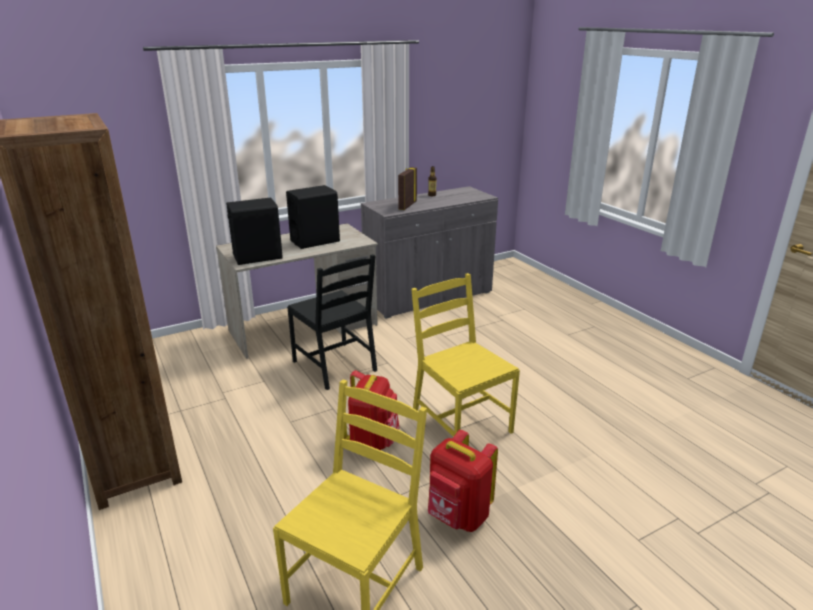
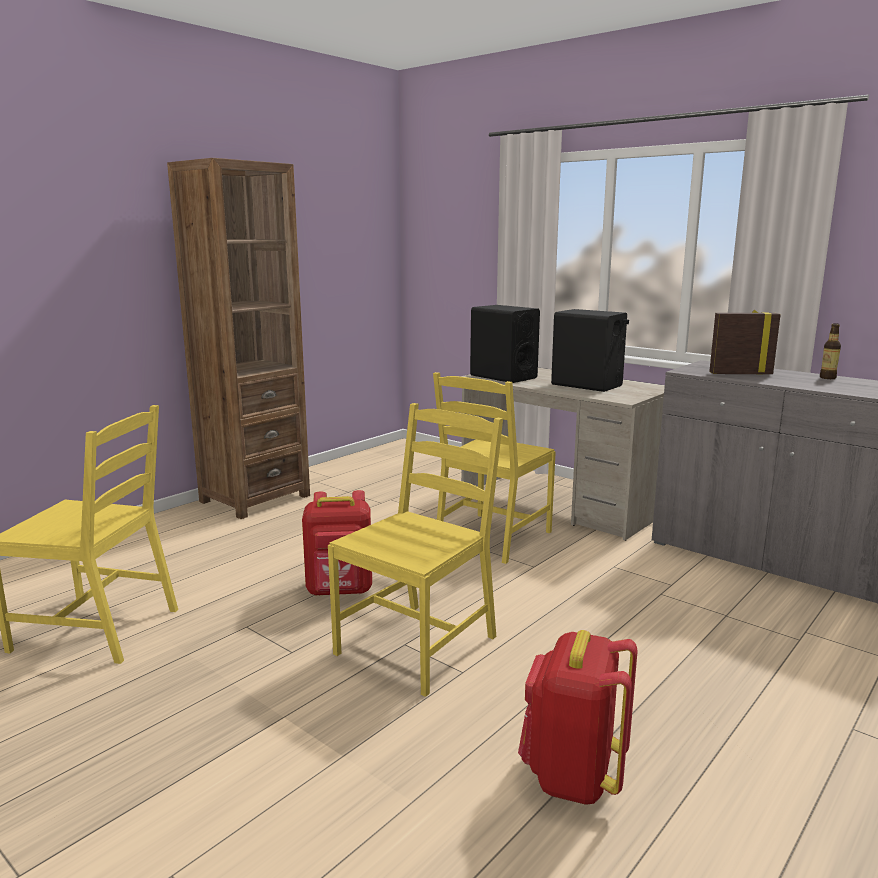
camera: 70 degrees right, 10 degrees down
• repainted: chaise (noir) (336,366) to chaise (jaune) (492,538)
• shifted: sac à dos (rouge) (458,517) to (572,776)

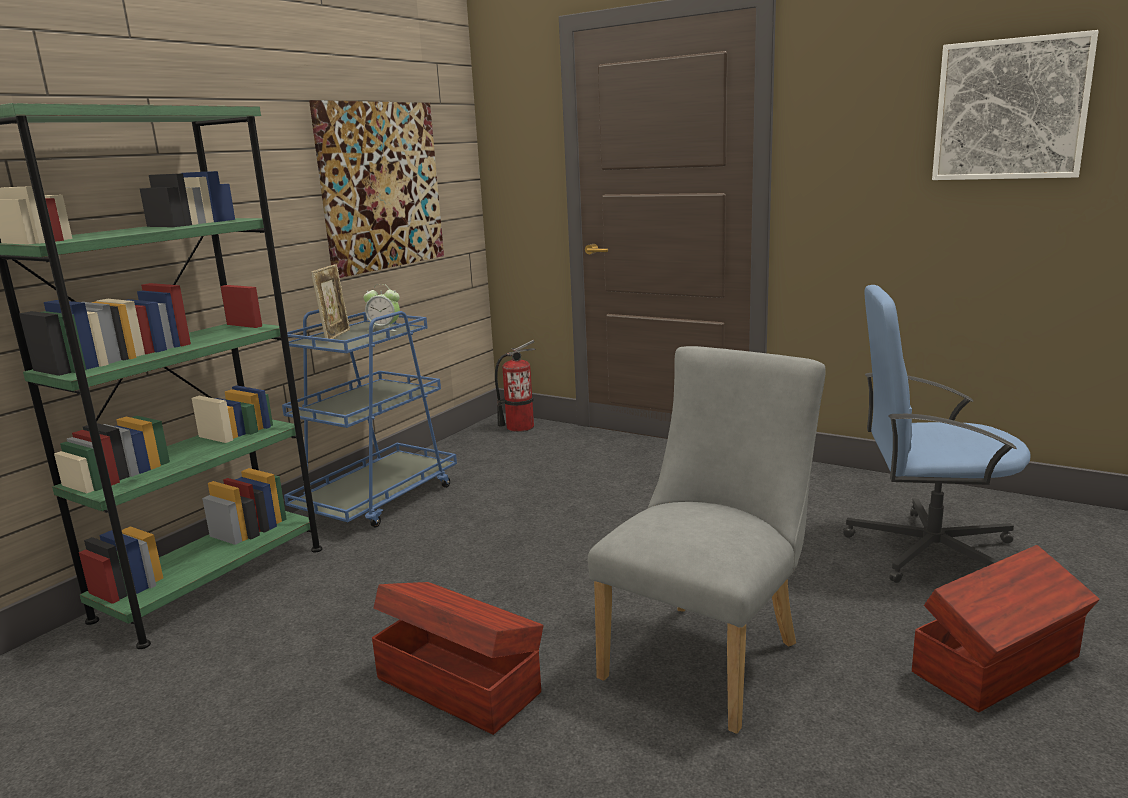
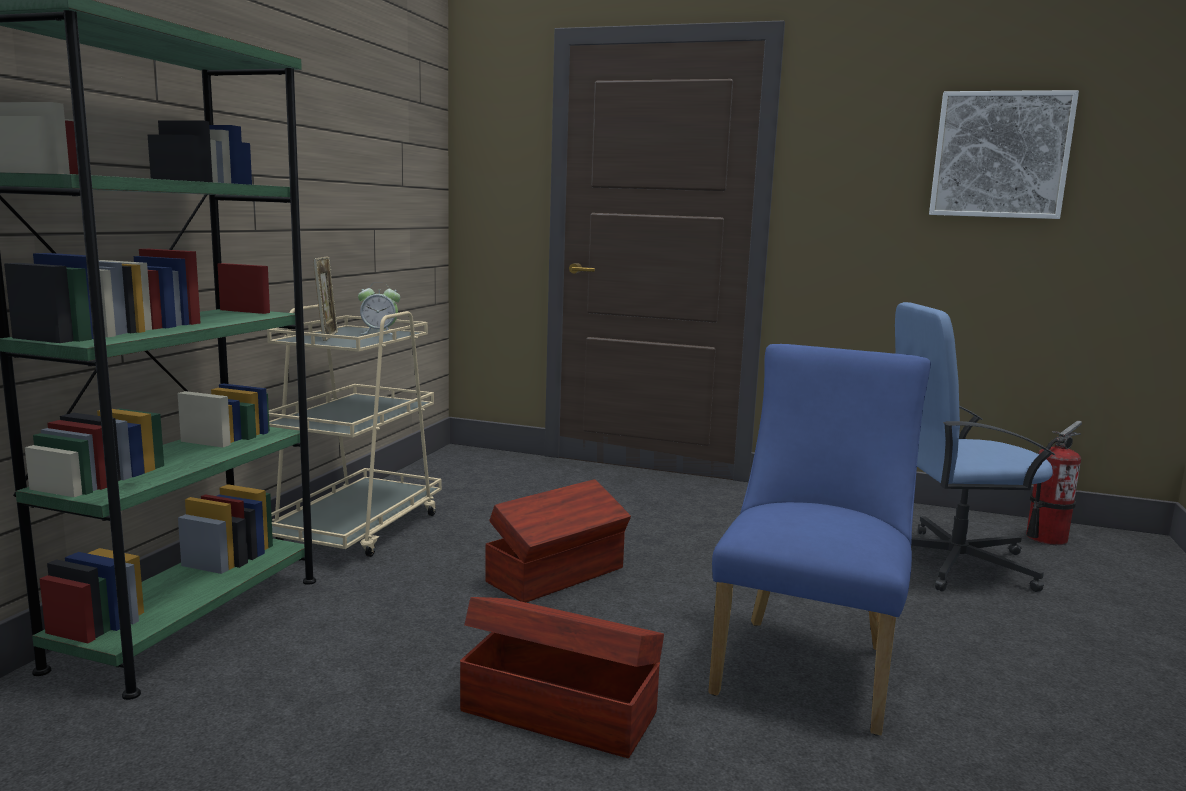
camera: 15 degrees left, 5 degrees down
• repainted: chariot (bleu) (378,499) to chariot (beige) (357,528)
• shifted: boîte de rangement (marron) (999,665) to (558,575)
• repainted: chaise (gris) (709,654) to chaise (bleu) (808,664)
• shifted: extincteur (519,427) to (1045,538)
• gone: tableau (381,186)

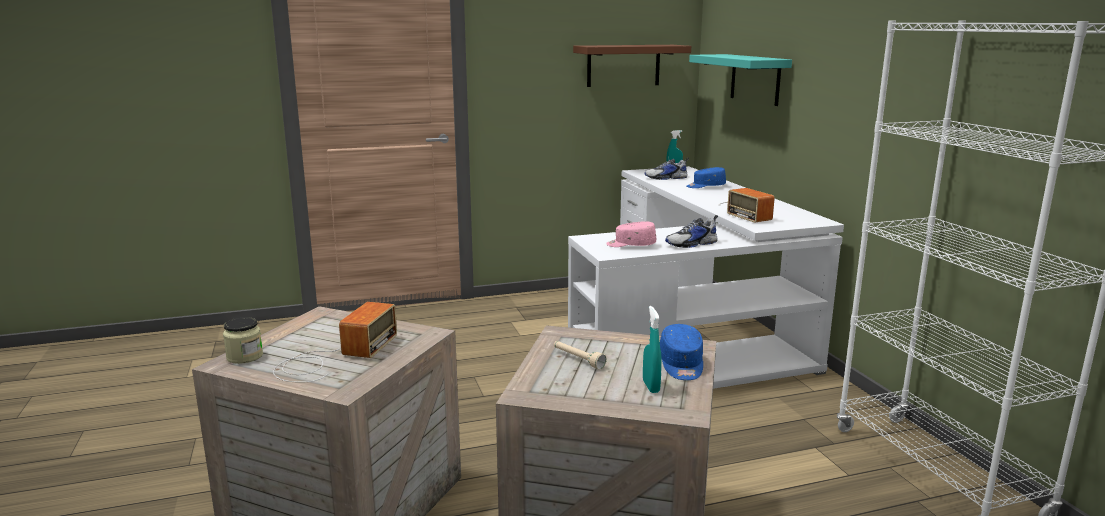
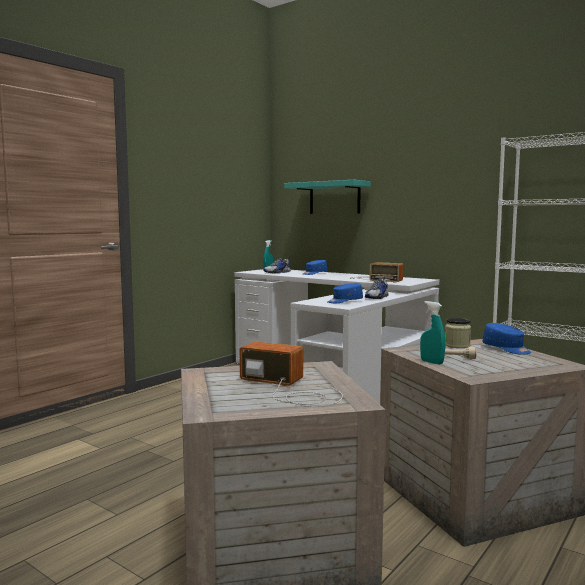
camera: 35 degrees left, 10 degrees down
• rotated: radio (333,357) = (290,389) 45 degrees counterclockwise
• repainted: casquette (rose) (631,245) to casquette (bleu) (344,301)
• shifted: vaporisateur (turquoise) (651,387) to (432,362)
• shifted: bocal (244,356) to (457,345)
• gone: étagère (marron) (623,65)

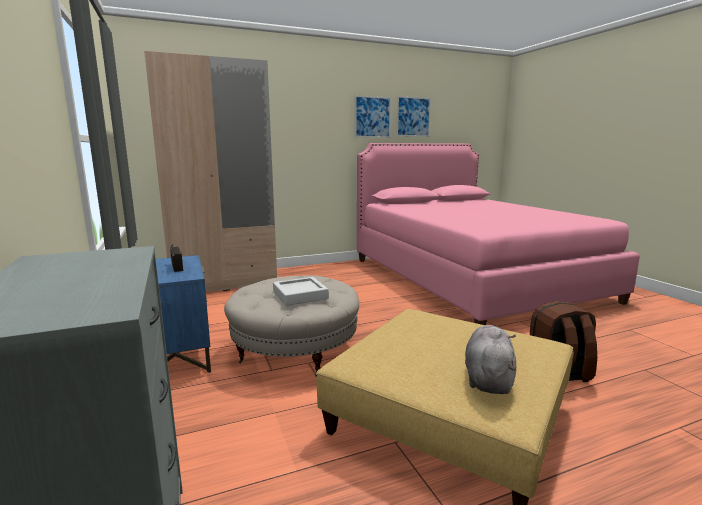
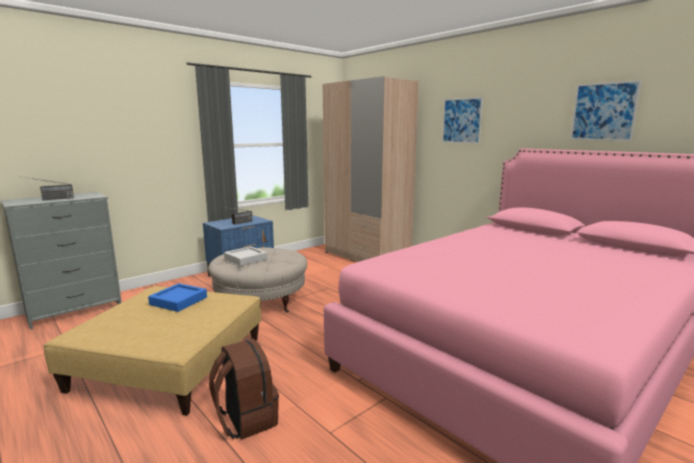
camera: 70 degrees right, 0 degrees up
• new: radio (49,199)
• new: plateau (bleu) (178,301)
• shifted: tableau (372,117) to (461,120)
• gone: peluche (gris) (488,378)

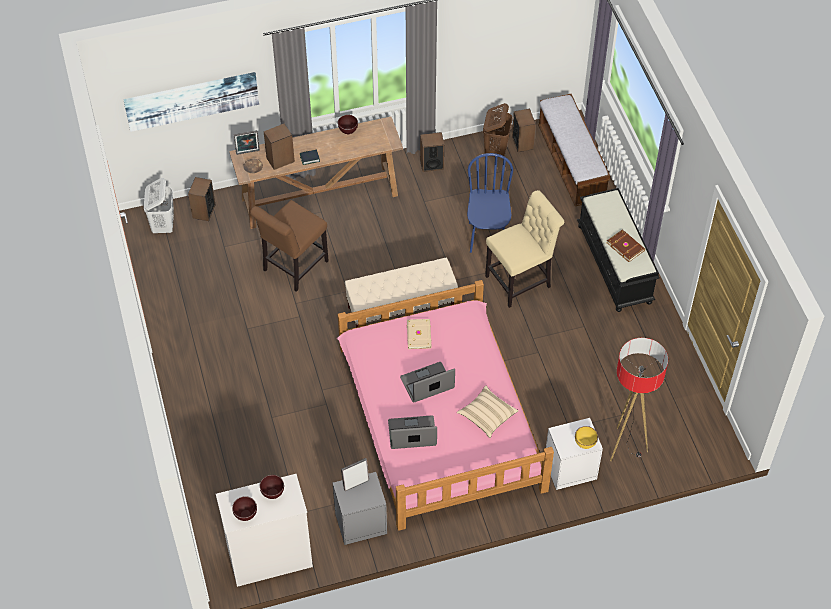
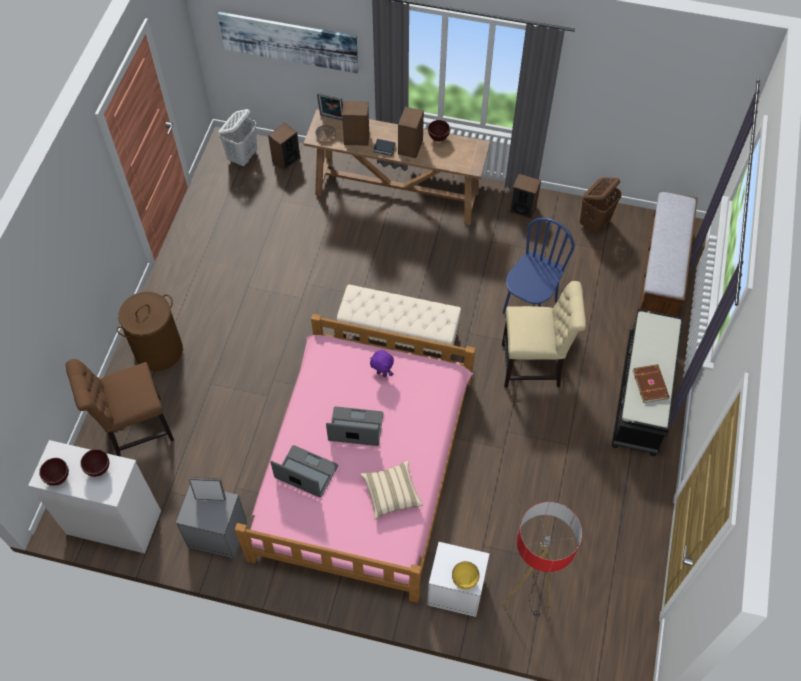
camera: 30 degrees right, 5 degrees up
• shifted: chaise (marron) (293,267) to (135,429)
• new: panier à linge (marron) (158,350)
• swapped: livre (beige) (419,335) to peluche (violet) (382,373)
• shifted: enceinte (522,142) to (410,147)

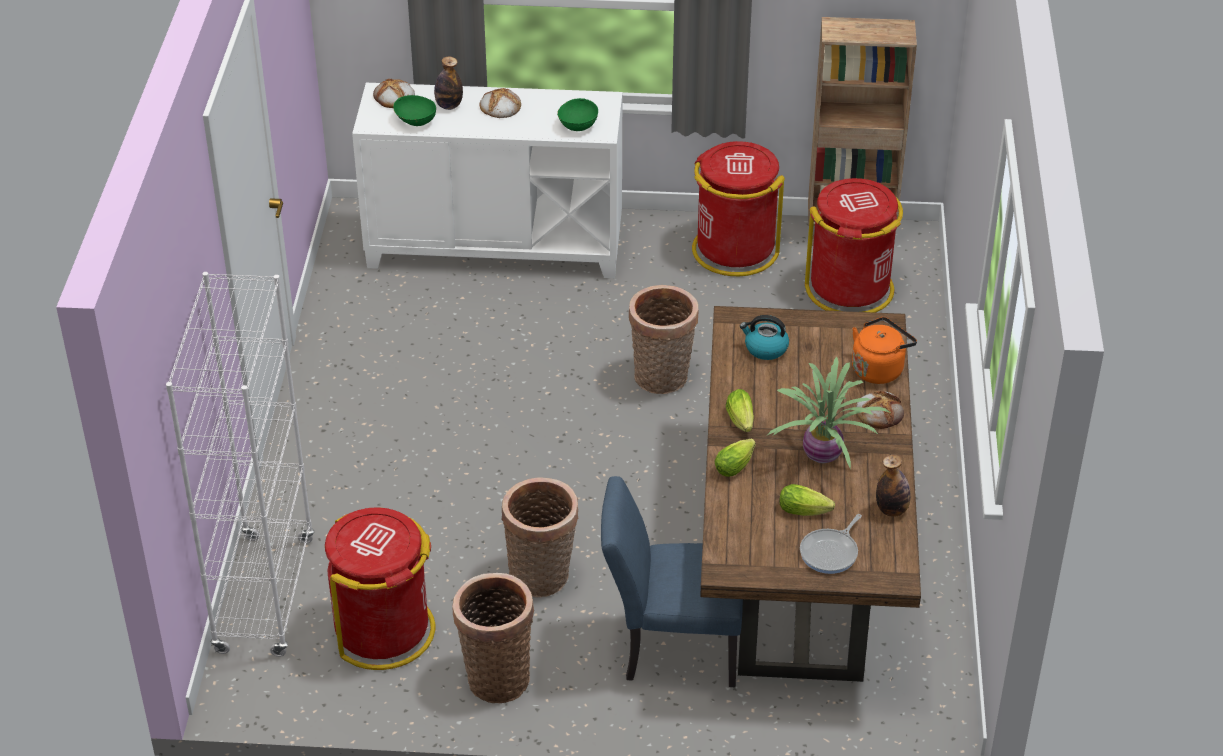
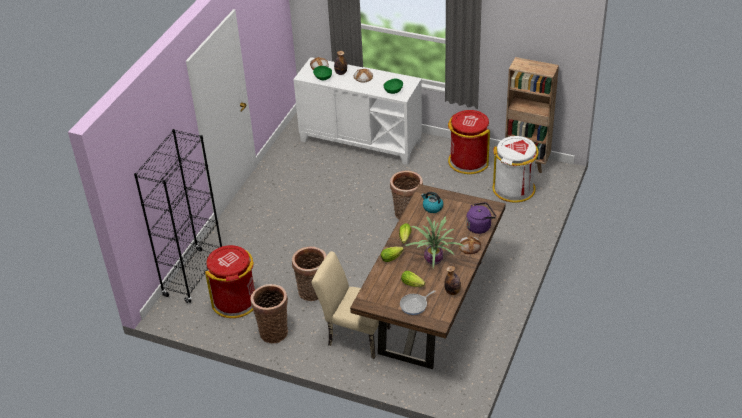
camera: 20 degrees right, 0 degrees up
• repainted: bibliothèque (blanc) (265,595) to bibliothèque (noir) (194,276)
• repainted: chaise (bleu) (671,647) to chaise (beige) (354,335)
• repainted: bouilloire (orange) (879,369) to bouilloire (violet) (480,226)
• repainted: poubelle (rouge) (850,289) to poubelle (blanc) (514,189)

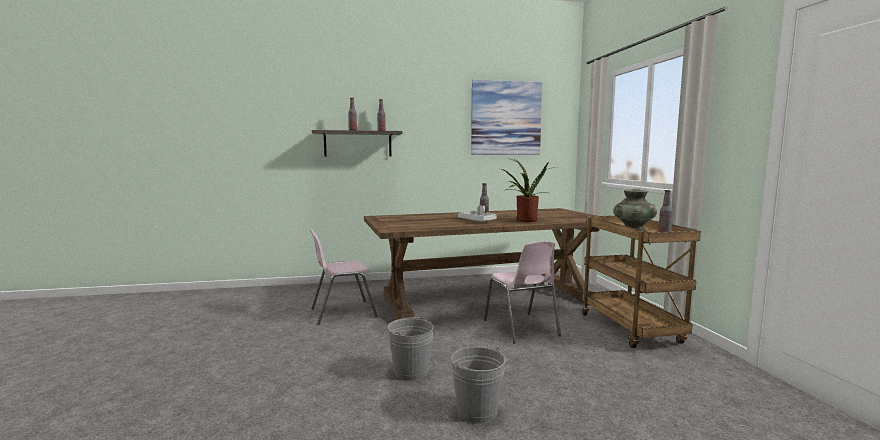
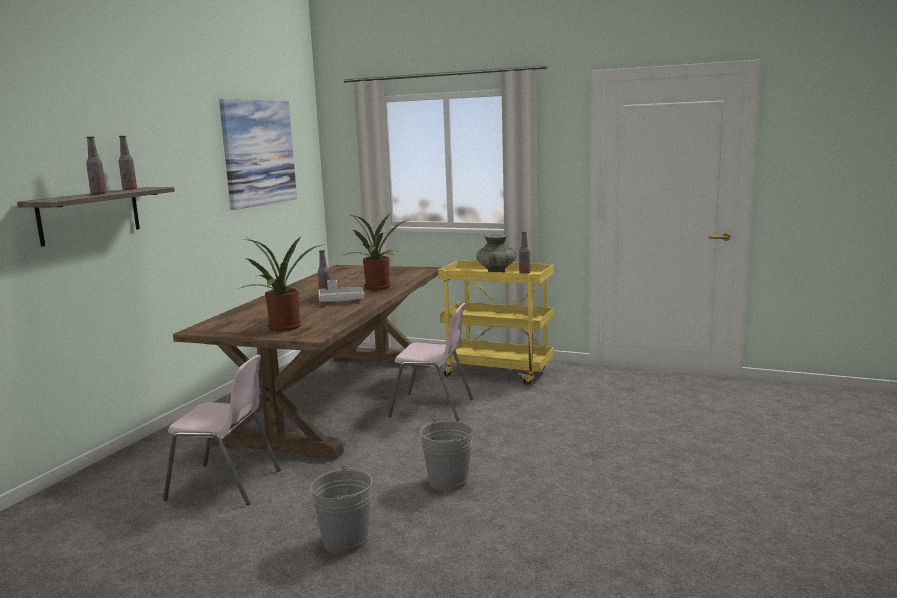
camera: 55 degrees left, 5 degrees up
• rotated: chaise (rose) (342,312) = (226,485) 90 degrees counterclockwise
• new: plante en pot (285,328)
• shifted: seau (gris) (477,410) to (345,540)
• repainted: chariot (marron) (632,329) to chariot (jaune) (499,372)

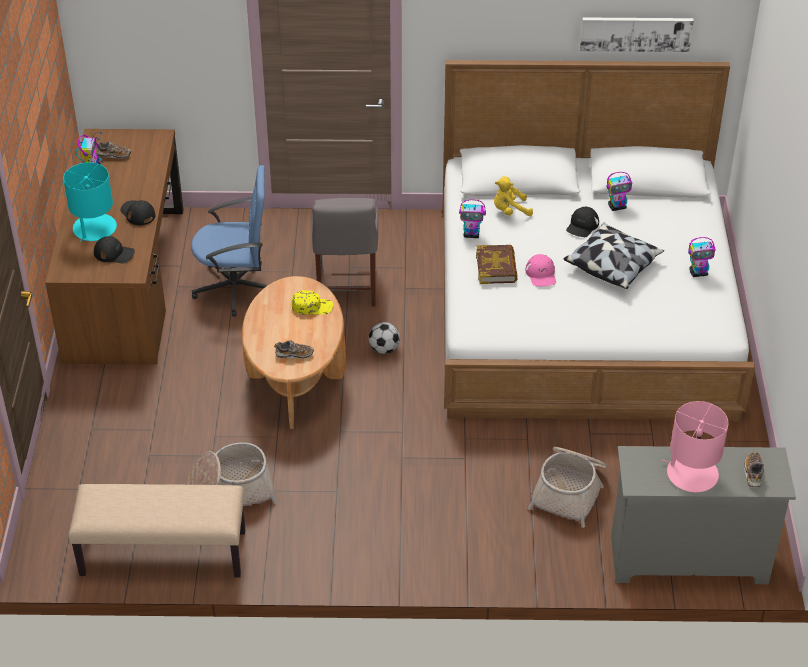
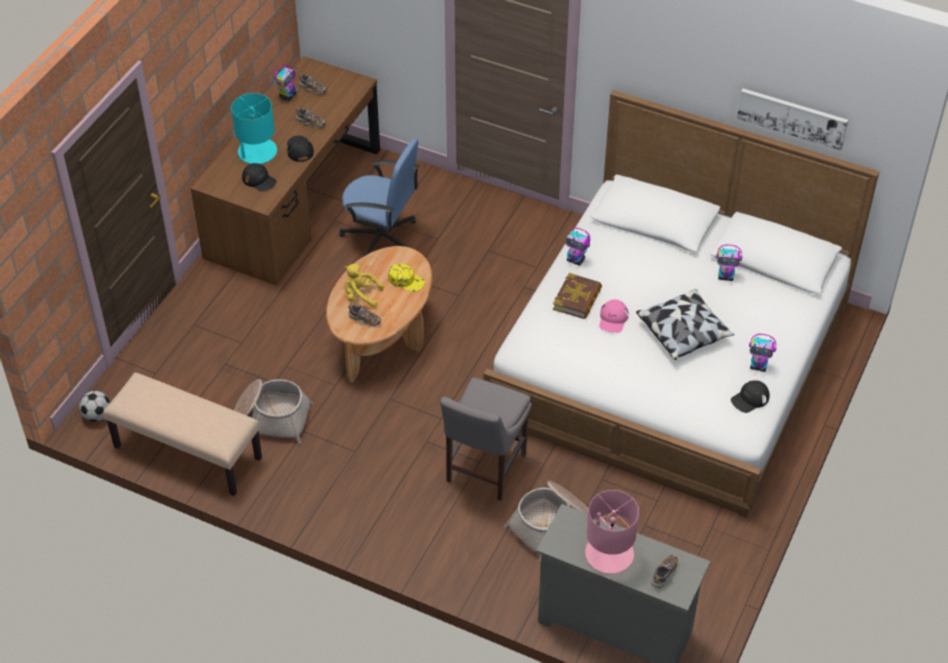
camera: 25 degrees right, 5 degrees up
• shifted: ballon de foot (384,349) to (97,415)
• new: chaussure (311,122)
• shifted: peluche (jaune) (510,211) to (361,296)
• shifted: chaise (gris) (346,289) to (484,470)
• shifted: casquette (noir) (582,225) to (750,399)

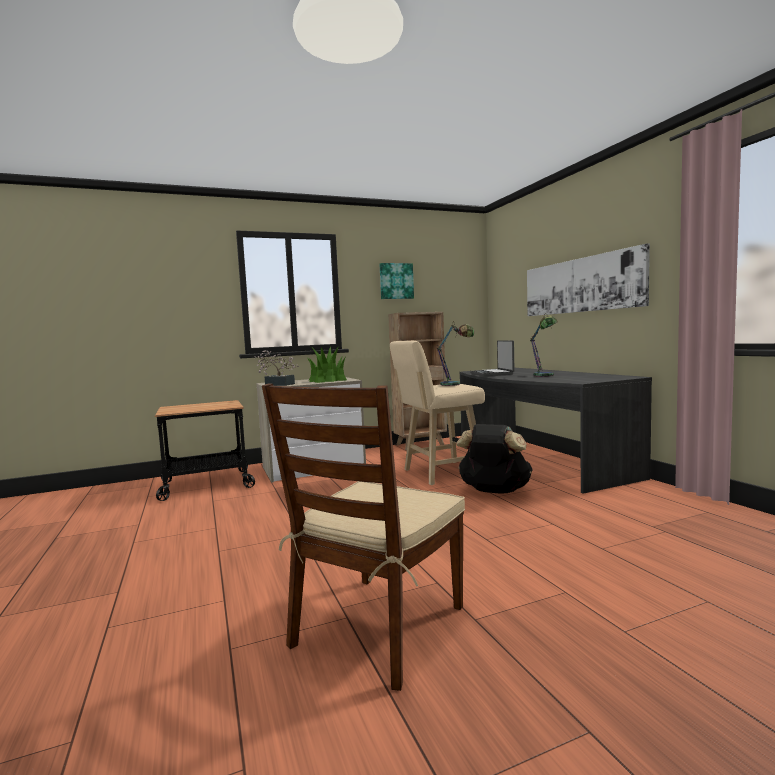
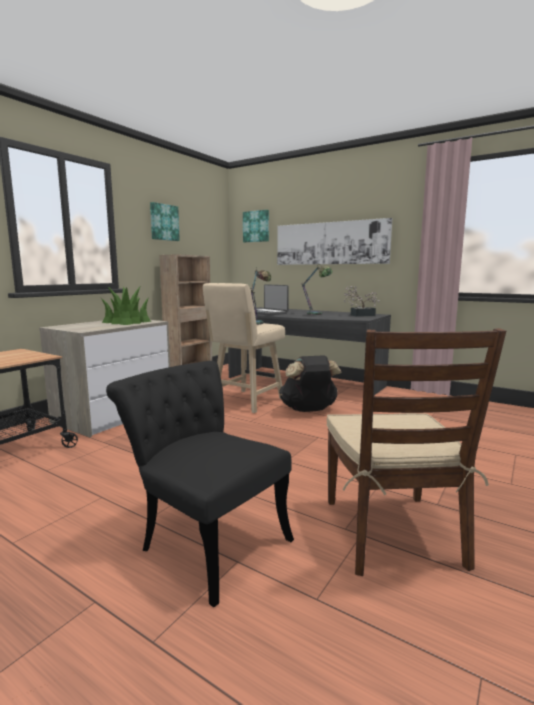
camera: 35 degrees left, 5 degrees up
• new: chaise (noir) (206,539)
• new: tableau (256,226)
• shifted: plante en pot (277,384) to (360,315)

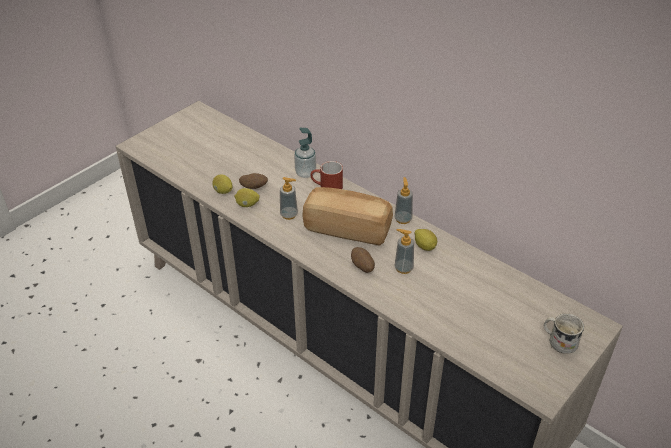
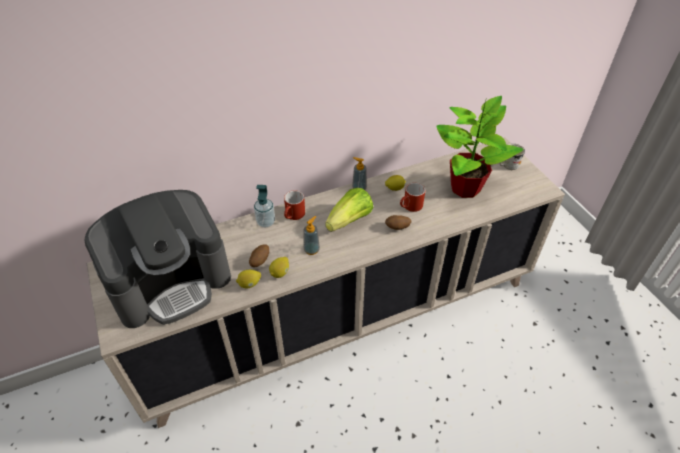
camera: 65 degrees left, 5 degrees up
• new: machine à café (171,281)
• swapped: pain (348,228) to laitue (350,220)
• swapped: distributeur de savon (403,268) to mug (rouge) (410,207)
• new: plante en pot (465,187)

